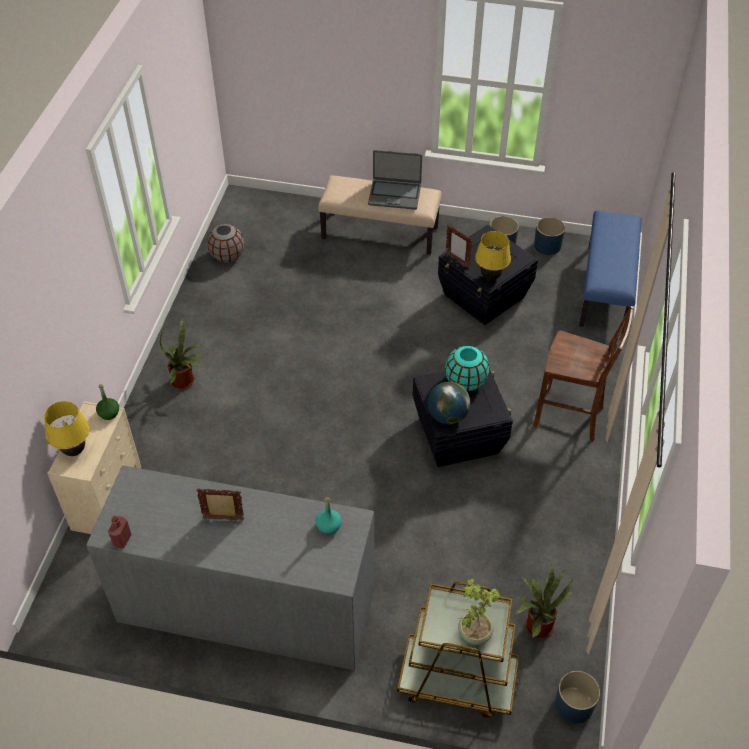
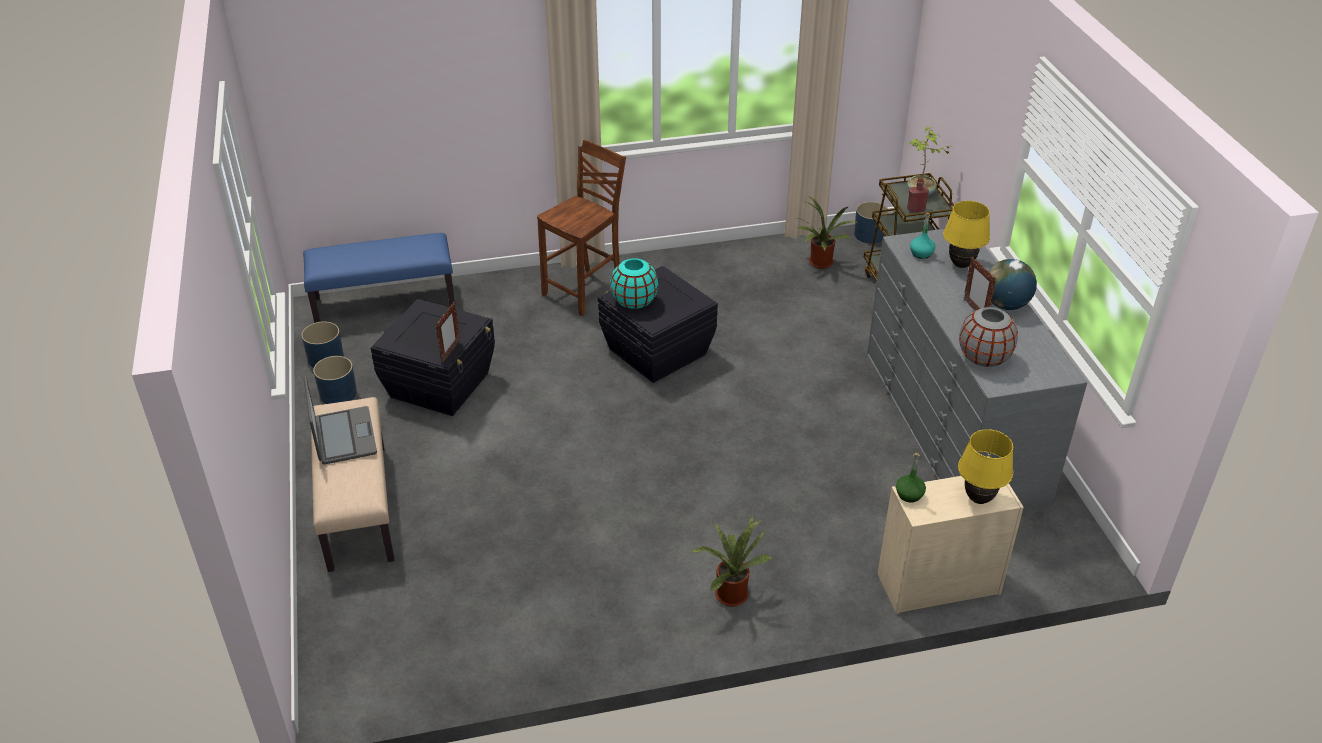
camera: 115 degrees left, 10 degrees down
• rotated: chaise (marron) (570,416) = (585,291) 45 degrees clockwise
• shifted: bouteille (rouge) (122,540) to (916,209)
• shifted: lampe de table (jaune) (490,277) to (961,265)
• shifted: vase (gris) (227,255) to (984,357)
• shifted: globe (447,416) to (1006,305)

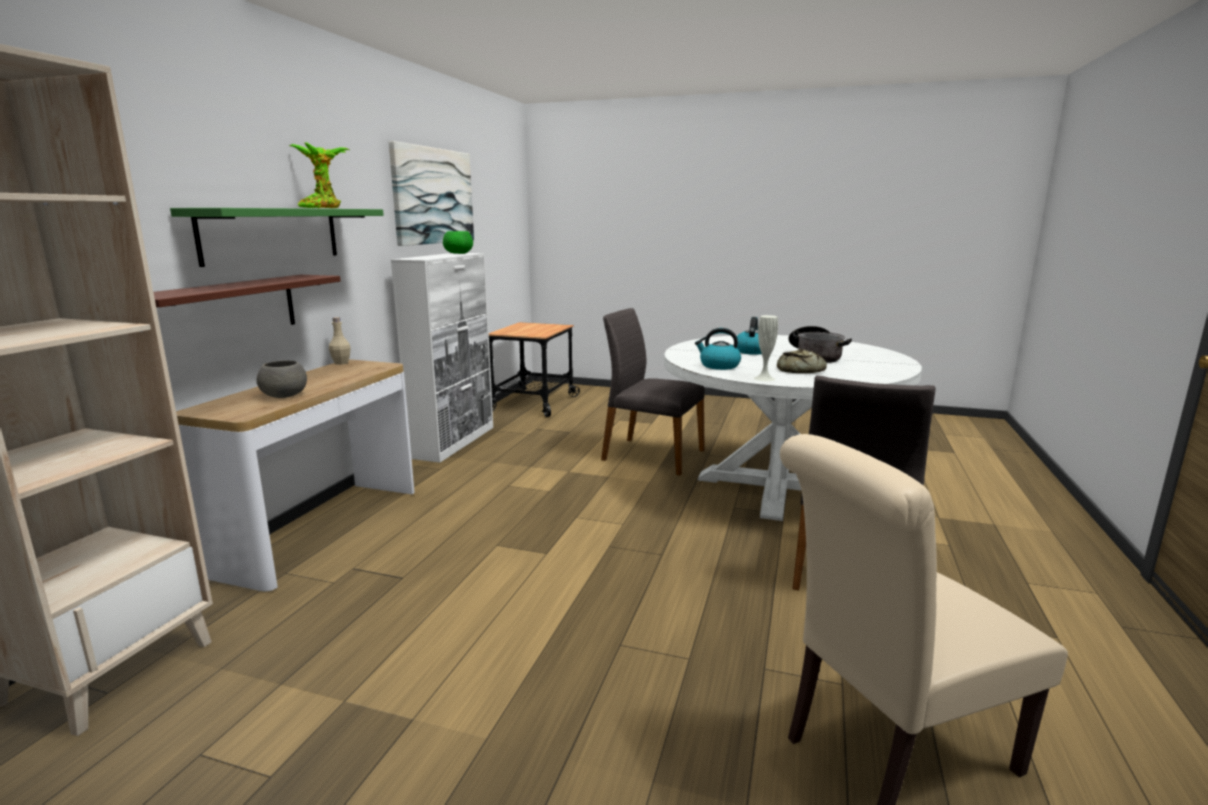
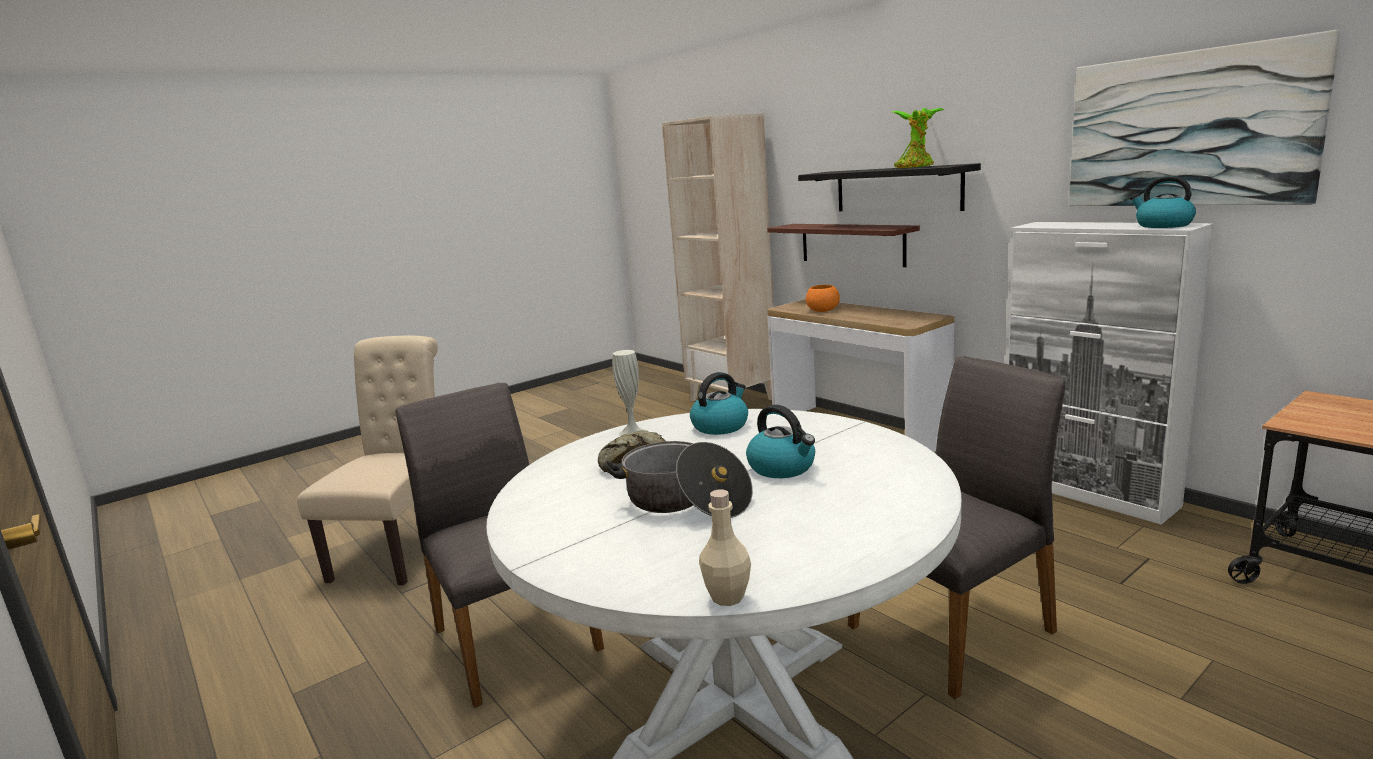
camera: 125 degrees right, 0 degrees up
• shifted: bouteille (beige) (341,363) to (727,597)
• repainted: étagère (vert) (272,234) to étagère (noir) (897,189)
• repainted: bol (gris) (285,396) to bol (orange) (822,311)
• swapped: bol (vert) (459,253) to bouilloire (1162,225)

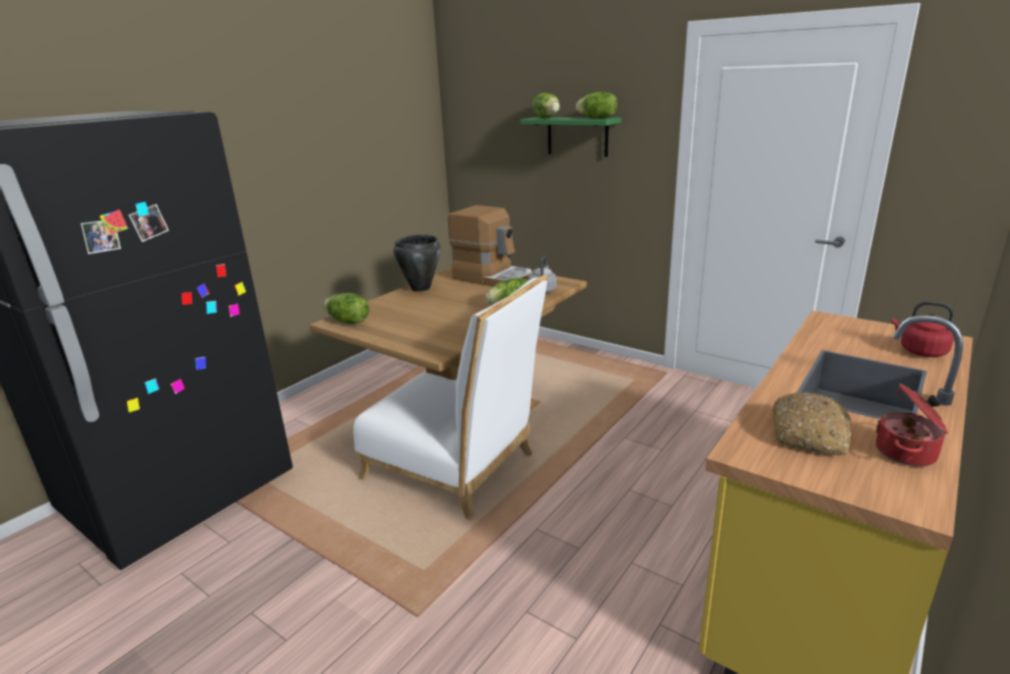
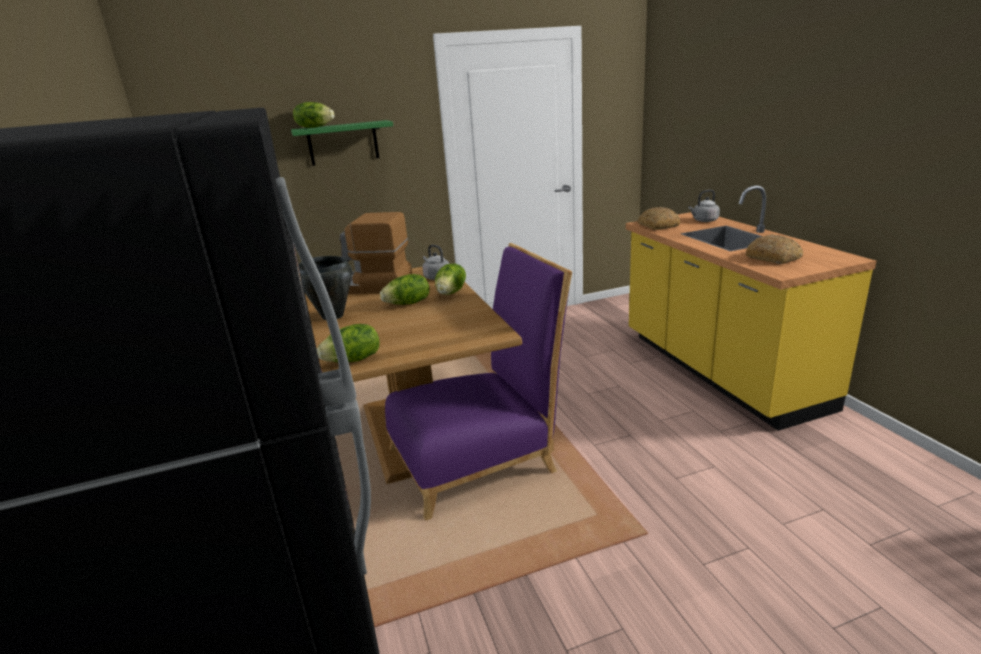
camera: 55 degrees left, 0 degrees up
• rotated: machine à café (493,278) = (371,286) 150 degrees counterclockwise
• shifted: laitue (597,118) to (408,303)
• repainted: chaise (blanc) (457,470) to chaise (violet) (480,458)
• new: pain (657,225)
• repainted: bouilloire (rouge) (920,351) to bouilloire (gris) (704,221)
• gone: marmite (907,453)

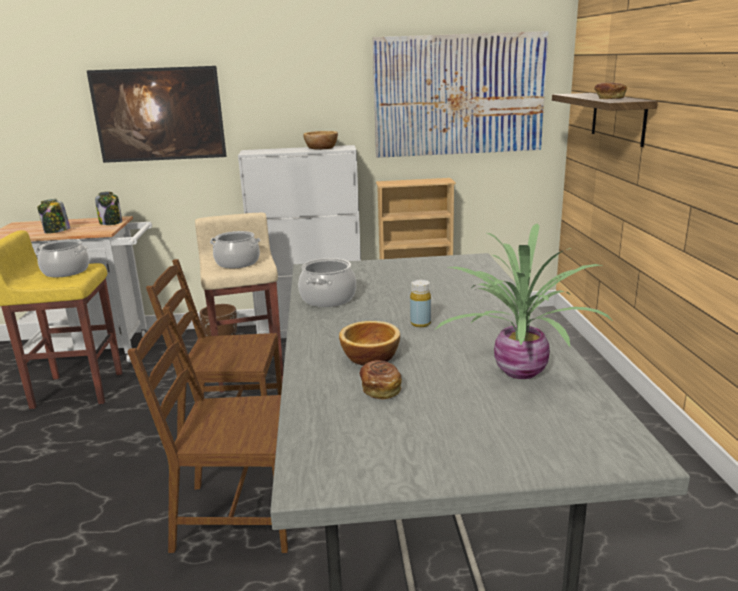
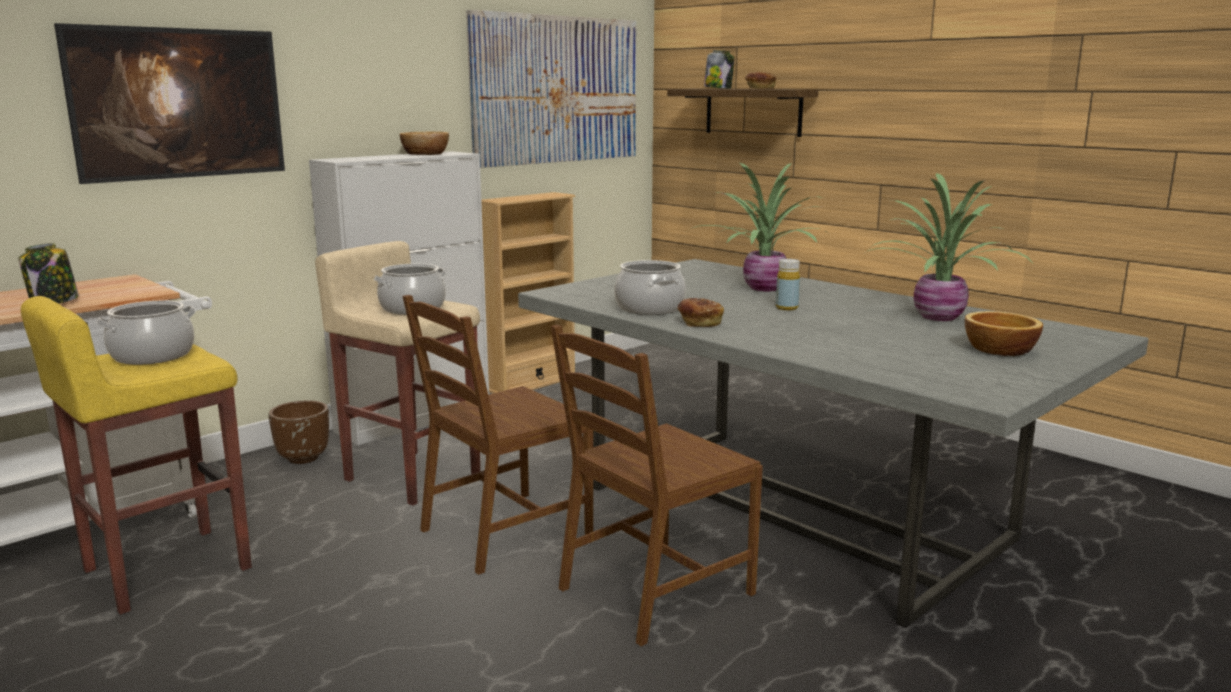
camera: 40 degrees left, 5 degrees down
• shifted: pain (380,389) to (699,323)
• new: plante en pot (762,288)
• shifted: bocal (111,222) to (718,88)
• shifted: bol (369,357) to (998,350)

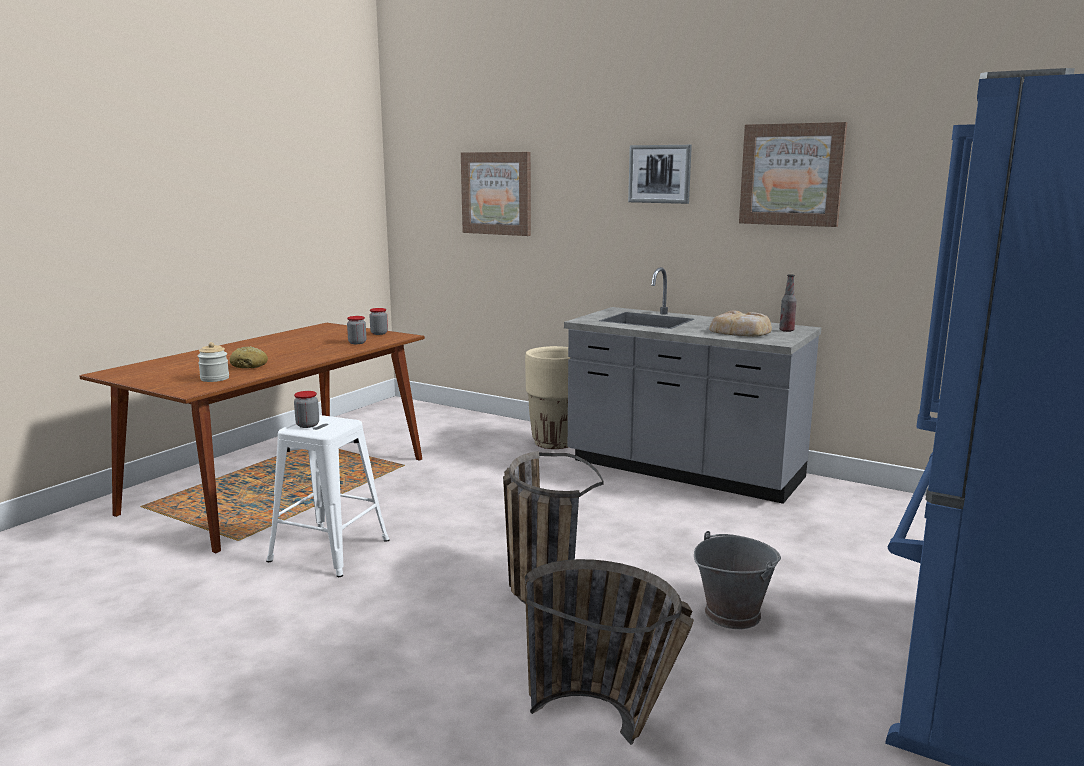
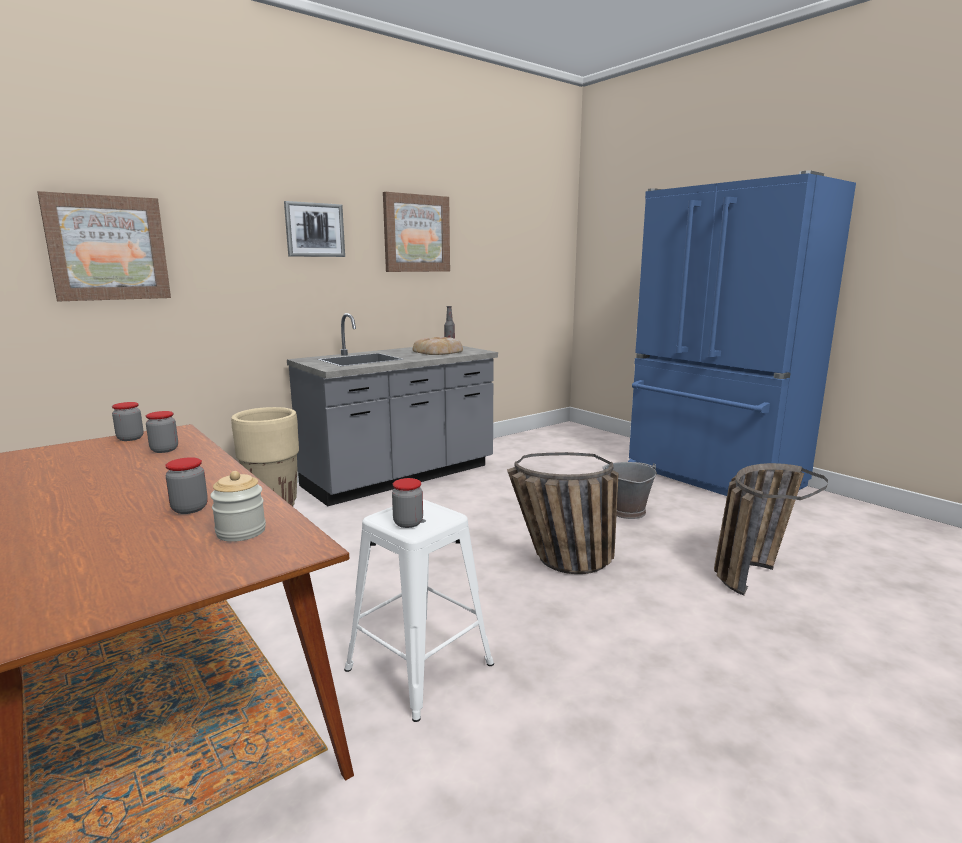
camera: 70 degrees left, 0 degrees up
• swapped: pain (249,366) to bocal (189,509)

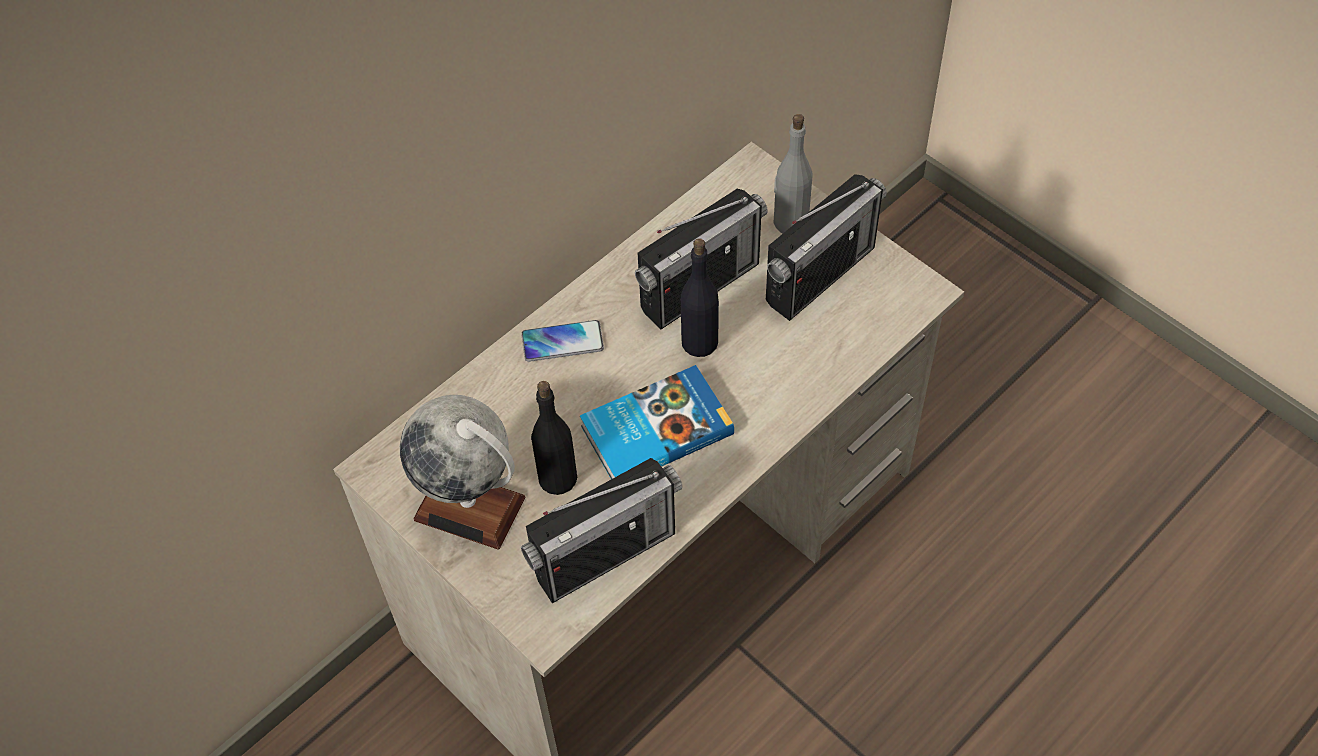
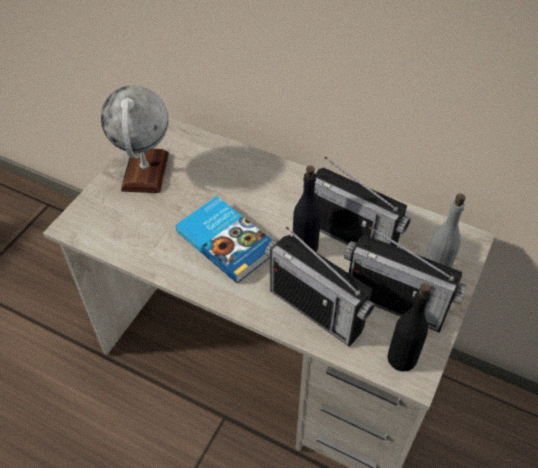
camera: 70 degrees right, 5 degrees down
• shifted: radio (605,554) to (316,310)
• shifted: bouteille (noir) (557,478) to (402,358)
• gone: téléphone (562,342)

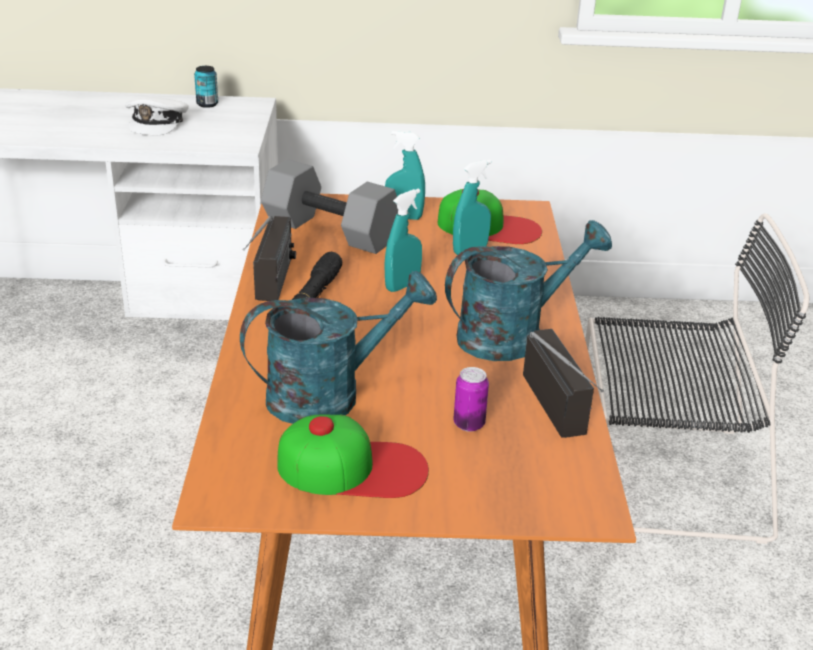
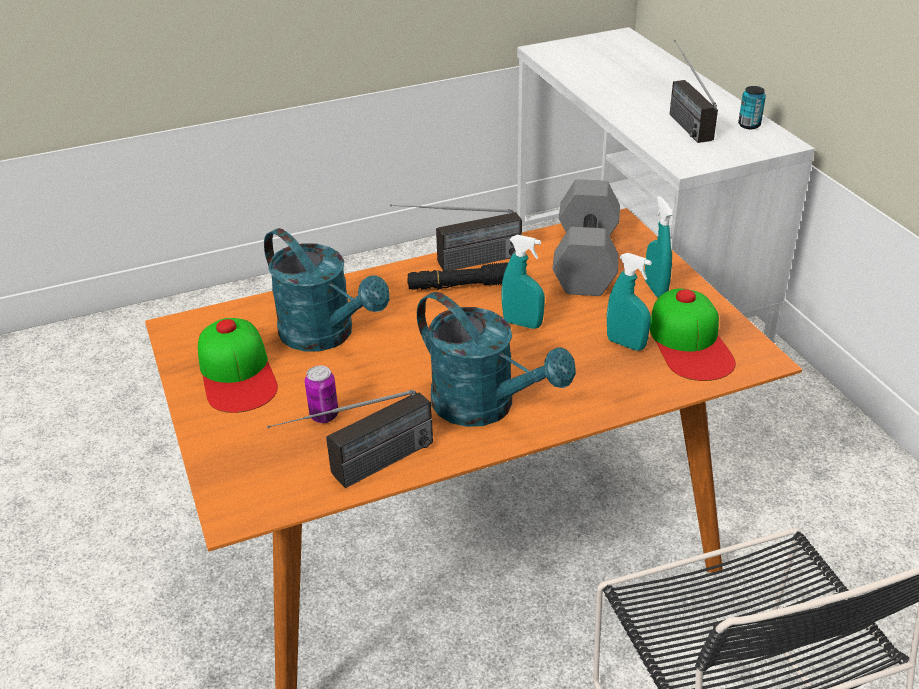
camera: 70 degrees right, 5 degrees up
• swapped: casquette (blanc) (158,122) to radio (681,119)

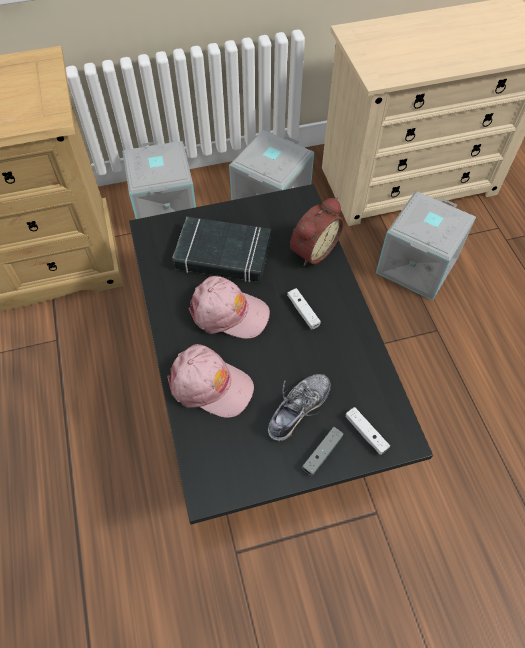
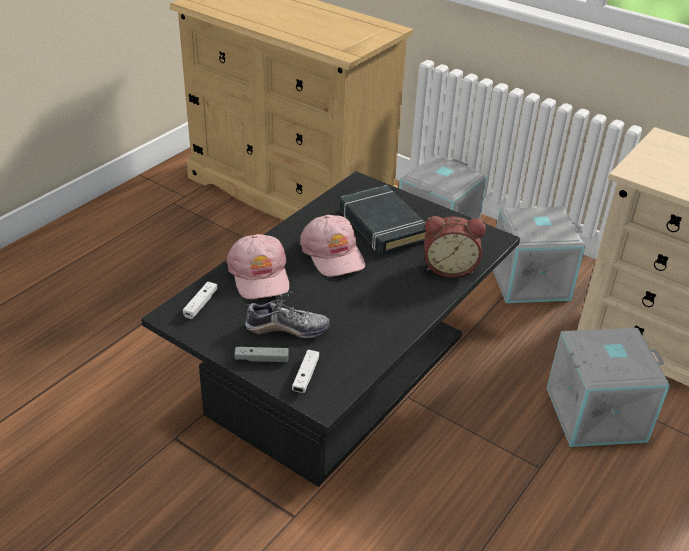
camera: 50 degrees right, 20 degrees down
• shifted: manette (blanc) (303,311) to (201,304)

